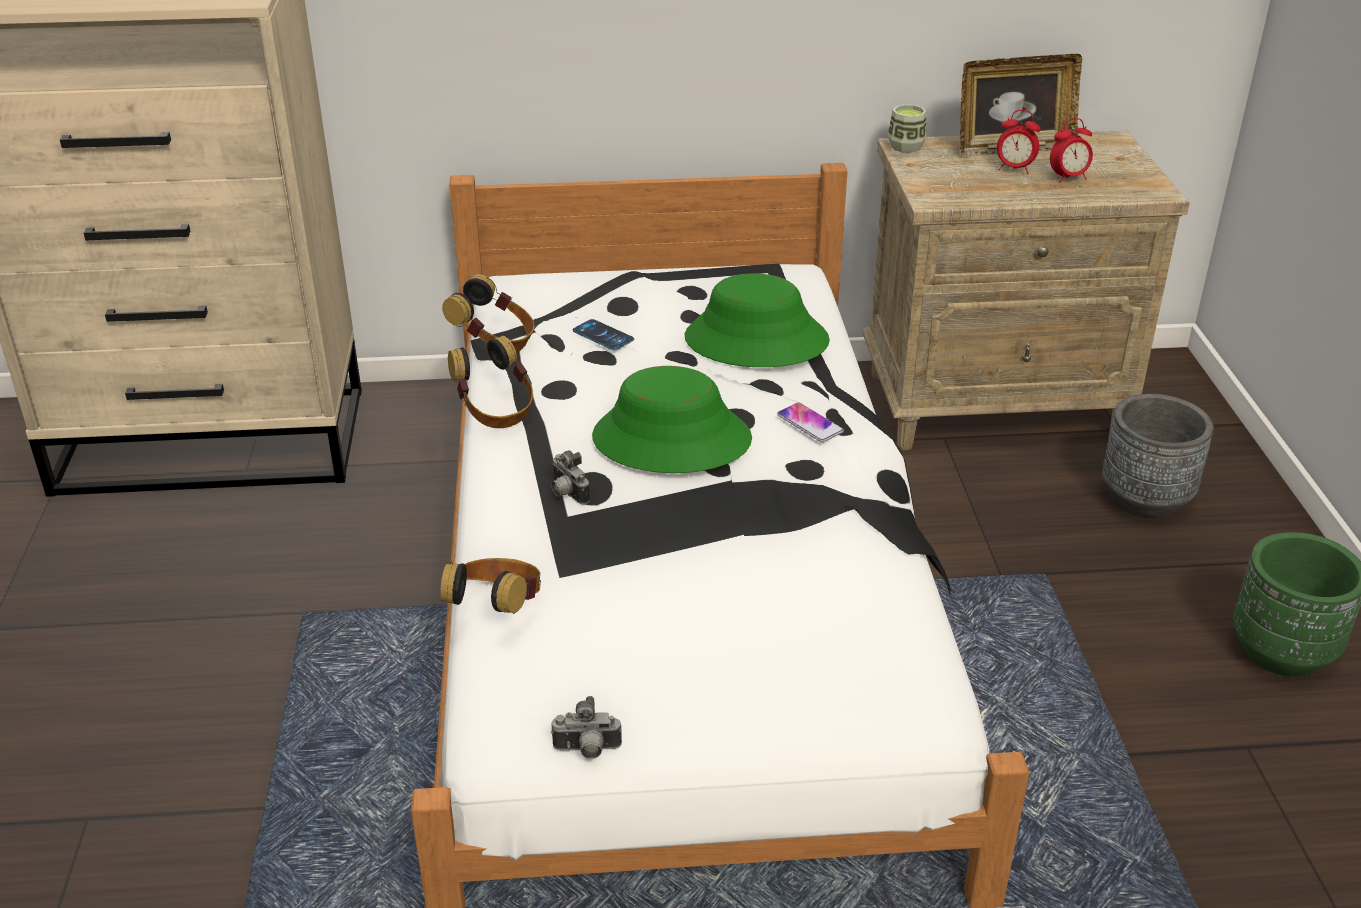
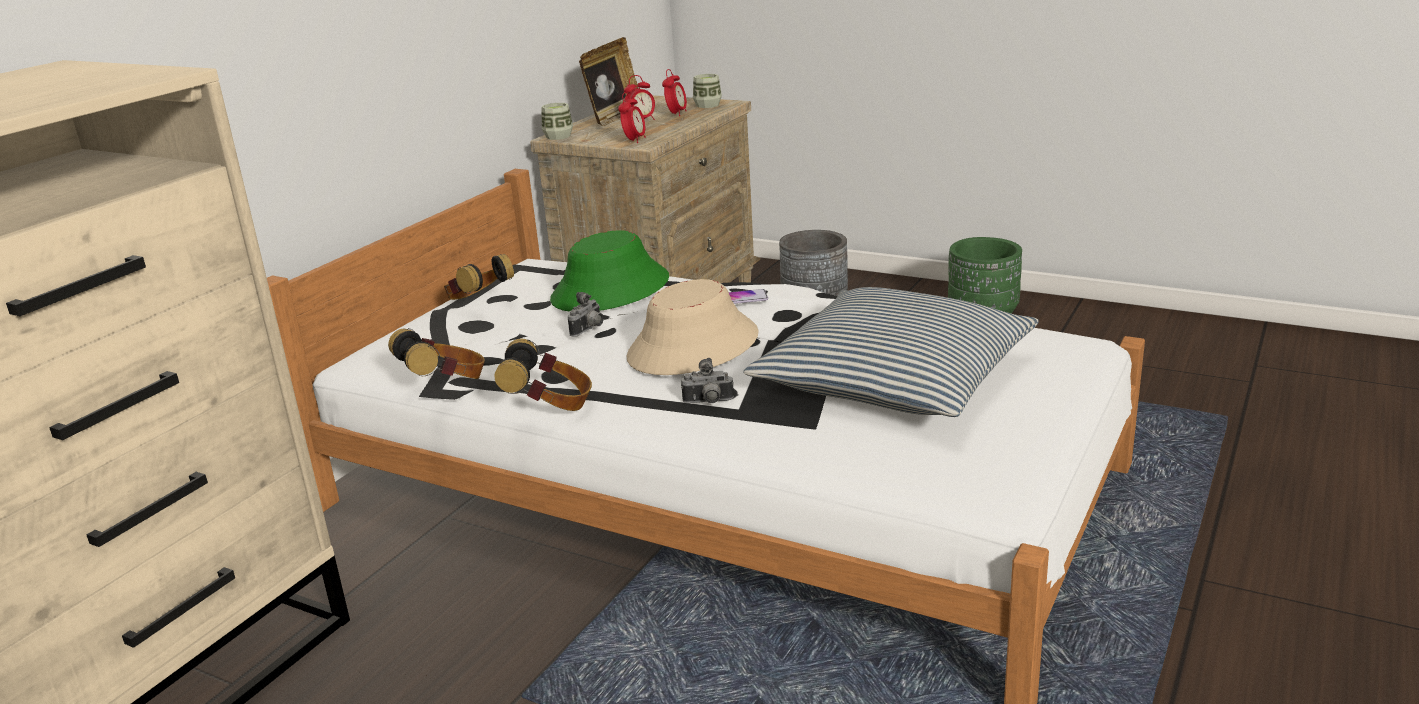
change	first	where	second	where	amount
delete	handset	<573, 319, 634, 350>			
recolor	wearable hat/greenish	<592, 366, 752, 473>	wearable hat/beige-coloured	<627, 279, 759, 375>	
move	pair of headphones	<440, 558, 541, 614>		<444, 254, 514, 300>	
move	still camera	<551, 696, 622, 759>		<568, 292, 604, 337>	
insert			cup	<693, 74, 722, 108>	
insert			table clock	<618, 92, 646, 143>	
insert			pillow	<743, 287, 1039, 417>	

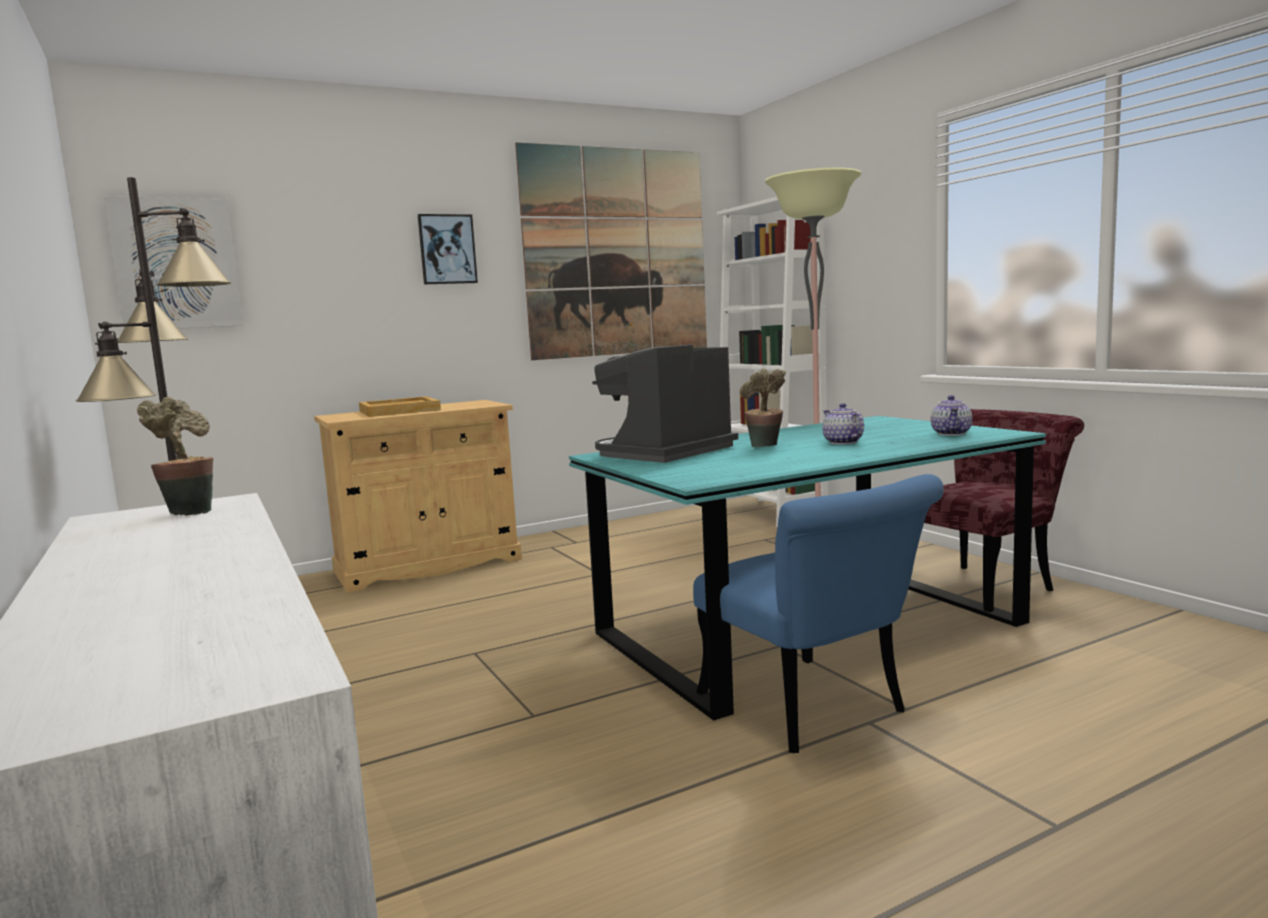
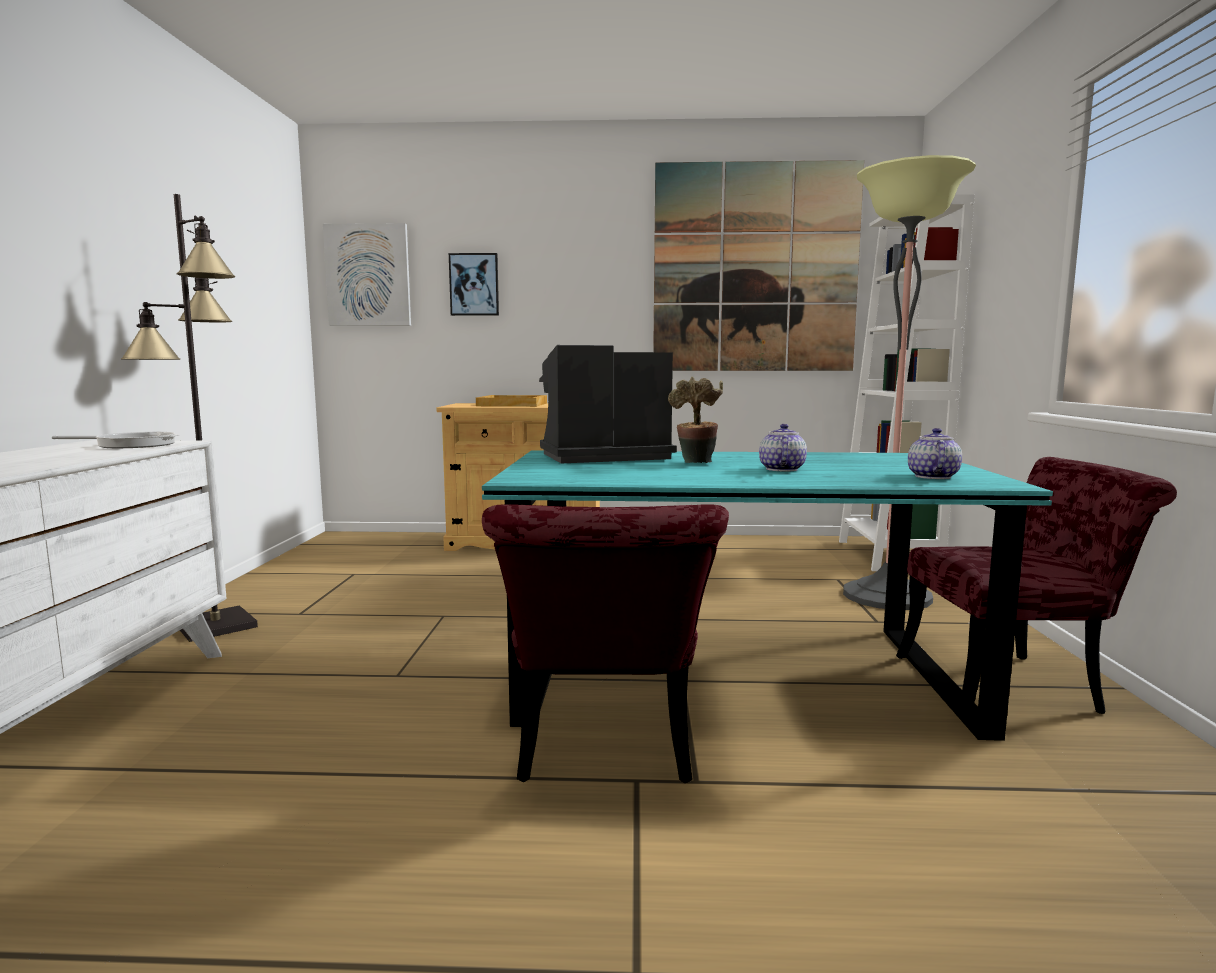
change	first	where	second	where	amount
move	wall picture	<418, 214, 478, 285>		<449, 253, 499, 316>	
rotate	tea pot	<931, 395, 972, 436>		<908, 428, 962, 479>	150 degrees clockwise
replace	potted plant	<137, 397, 213, 516>	frying pan	<52, 431, 179, 448>	
recolor	chair/blue-coloured	<693, 474, 944, 753>	chair/red	<482, 504, 729, 783>	

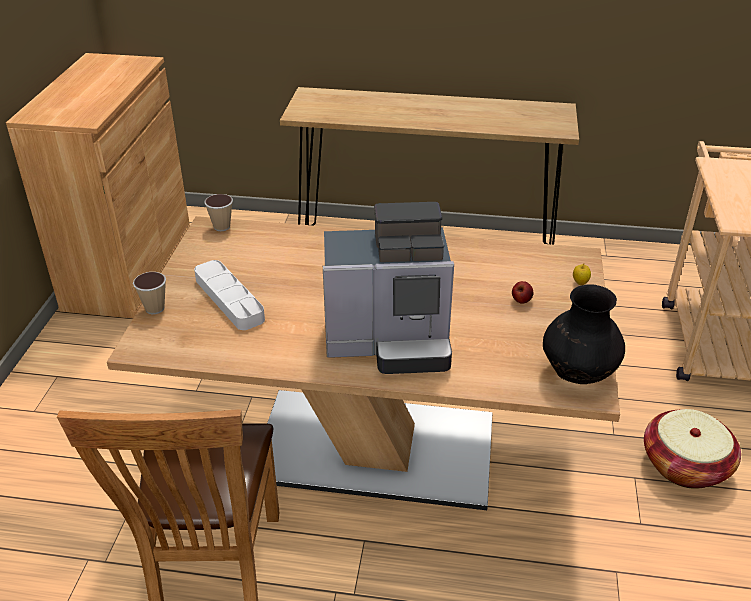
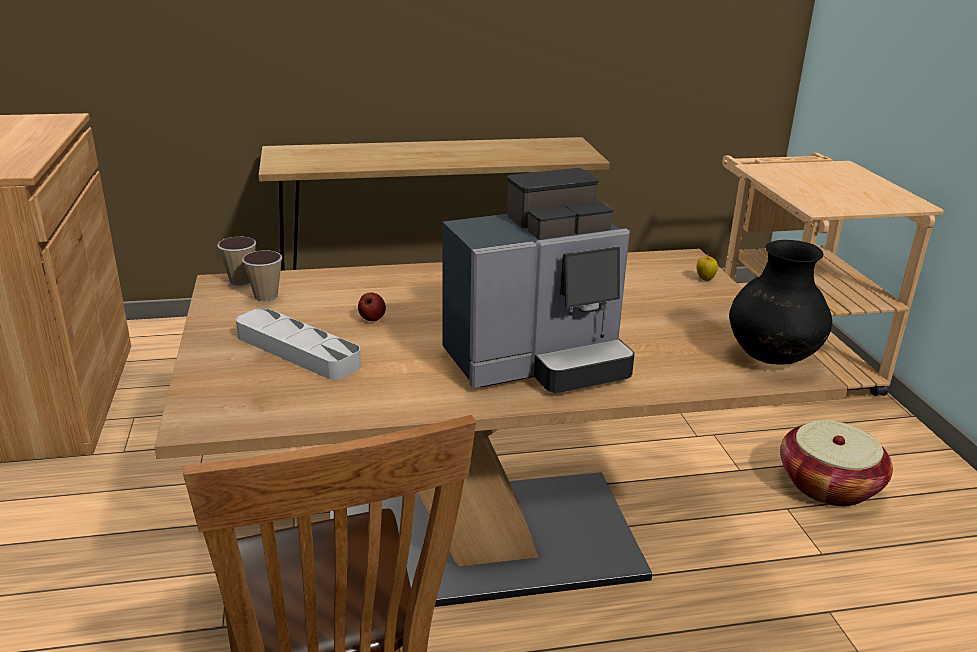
change	first	where	second	where	amount
move	cup	<133, 272, 166, 314>		<242, 250, 282, 301>	
move	whole apple	<512, 281, 534, 304>		<358, 292, 386, 321>	

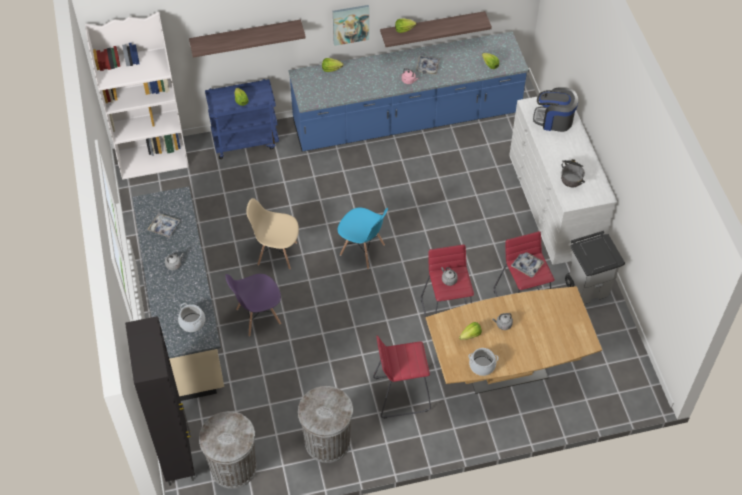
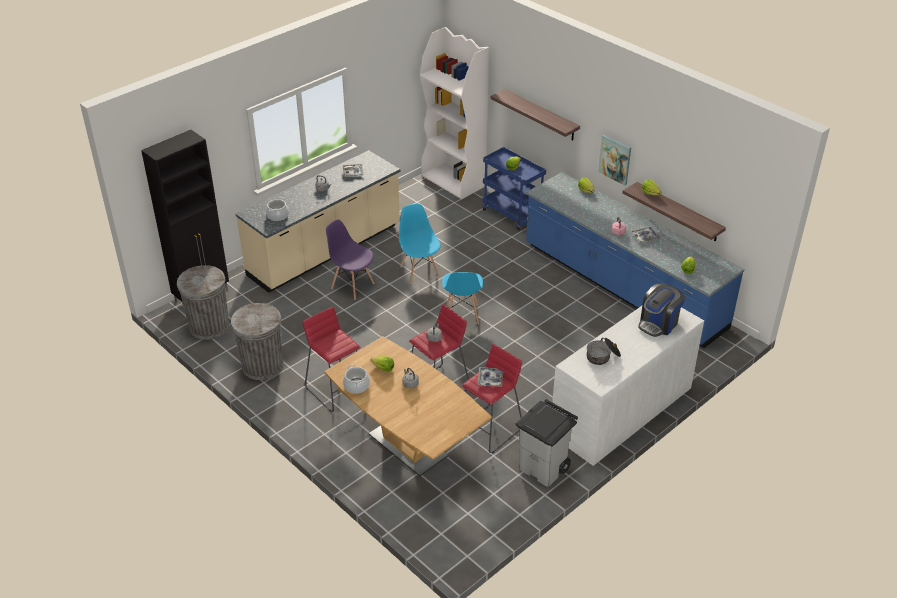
change	first	where	second	where	amount
rotate	coffee brewer	<533, 87, 578, 132>		<638, 283, 685, 337>	120 degrees counterclockwise
recolor	chair/beige-coloured	<246, 198, 299, 270>	chair/blue-coloured	<399, 204, 441, 284>	

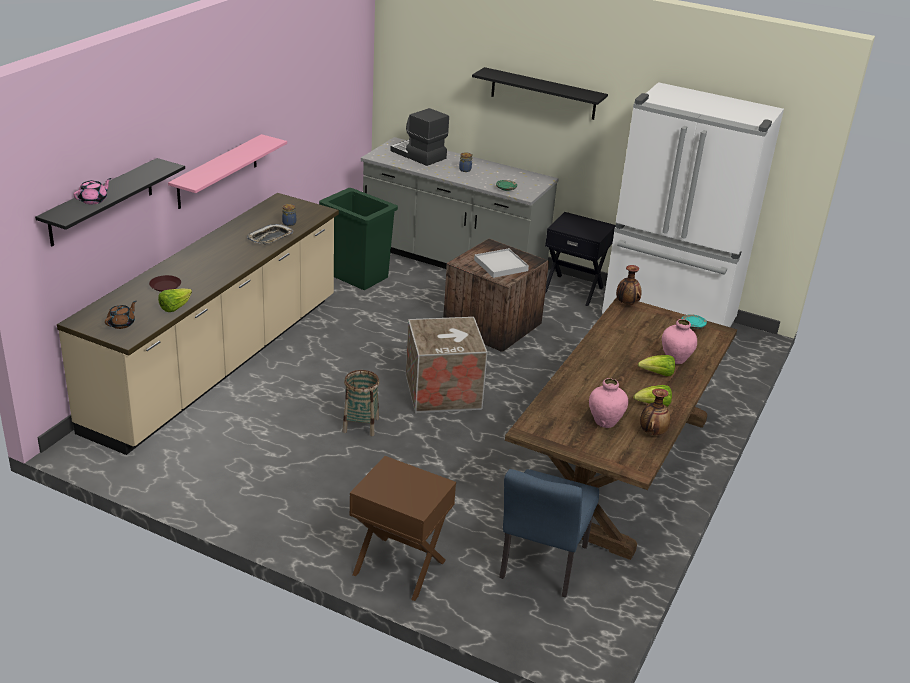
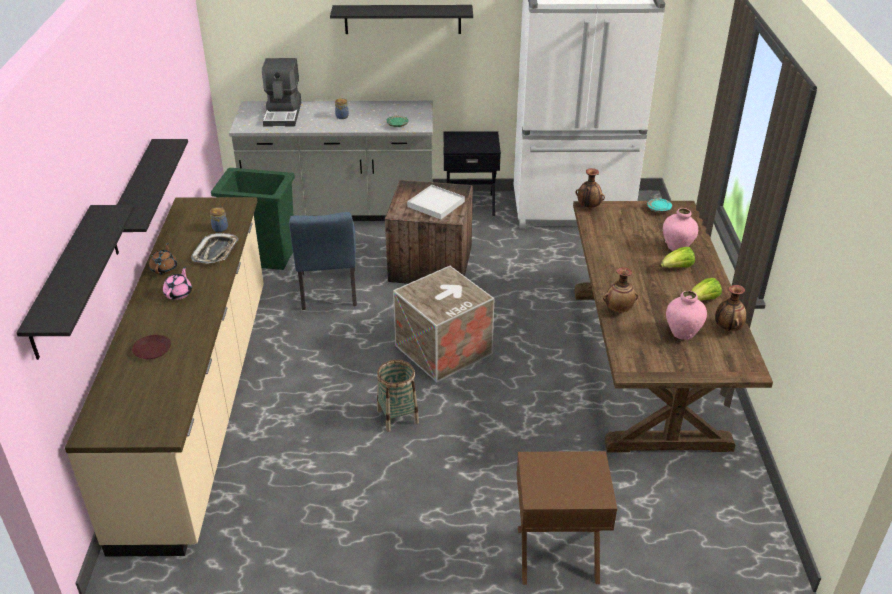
change	first	where	second	where	amount
rotate	coffee brewer	<390, 108, 449, 166>		<262, 58, 301, 126>	105 degrees counterclockwise
recolor	wall shelf/pinkish	<168, 134, 287, 209>	wall shelf/black-coloured	<115, 139, 188, 255>	
move	tea pot/pinkish	<74, 178, 111, 204>		<163, 266, 192, 300>	
delete	lettuce head	<158, 288, 192, 312>			
move	tea pot/brown	<105, 301, 136, 329>		<149, 243, 177, 275>	
move	chair/blue-coloured	<499, 469, 599, 597>		<289, 212, 357, 310>	
insert			flower vase	<603, 267, 638, 312>	

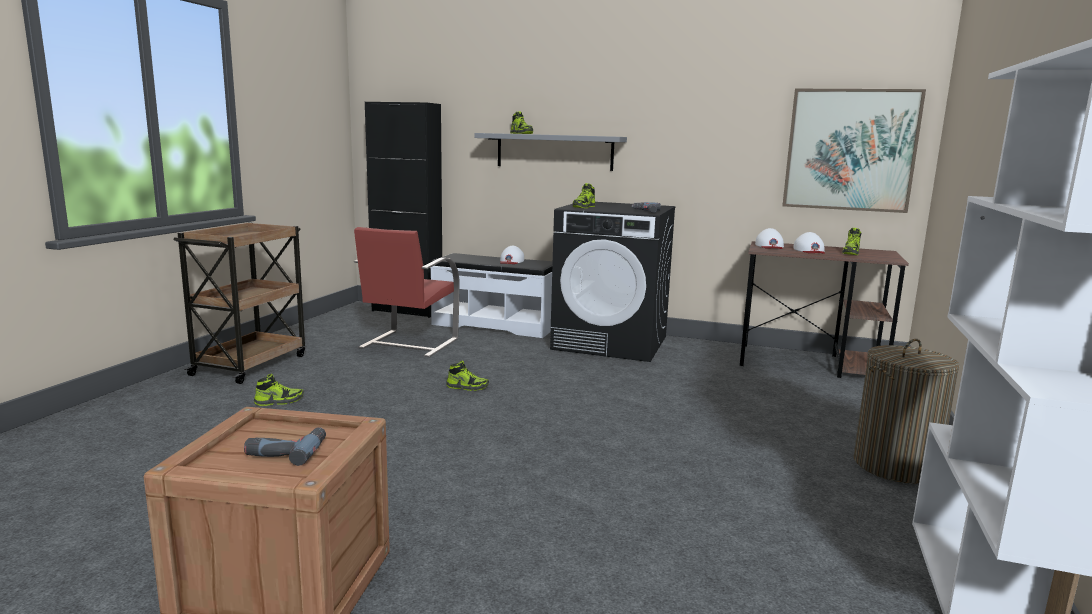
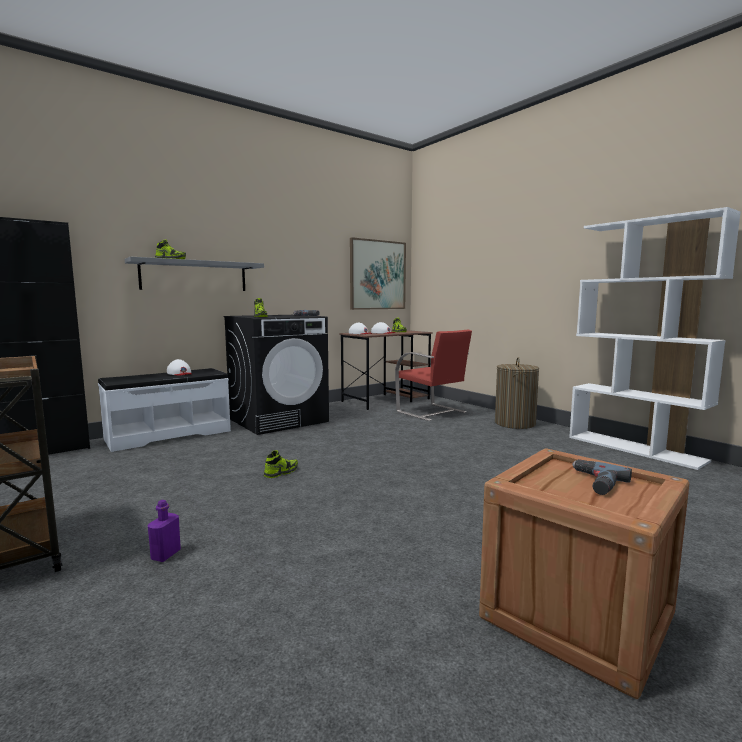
change	first	where	second	where	amount
move	chair/red	<354, 227, 460, 357>		<395, 329, 472, 421>	
replace	item of footwear	<254, 374, 304, 406>	drink bottle/purple	<148, 500, 181, 562>	

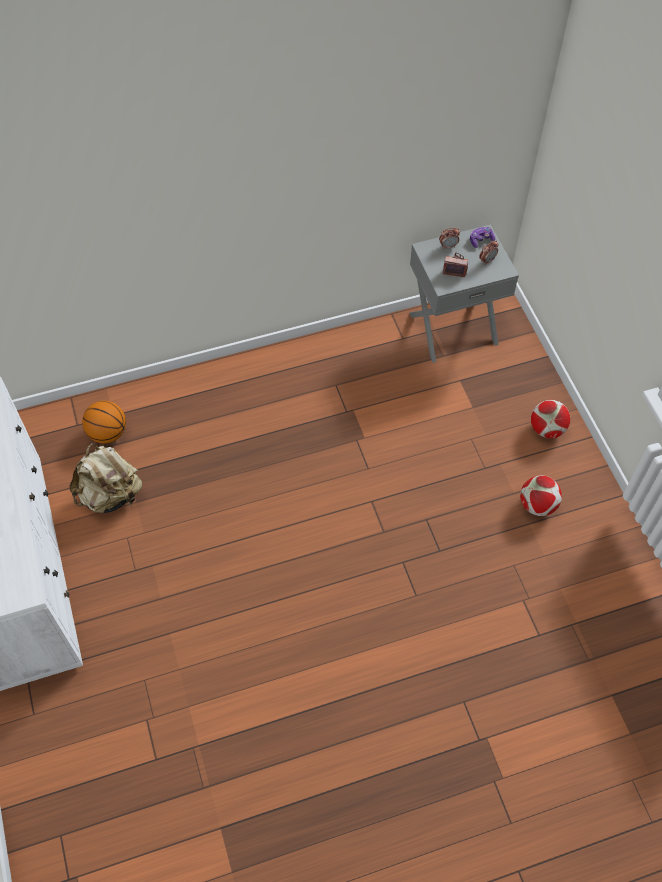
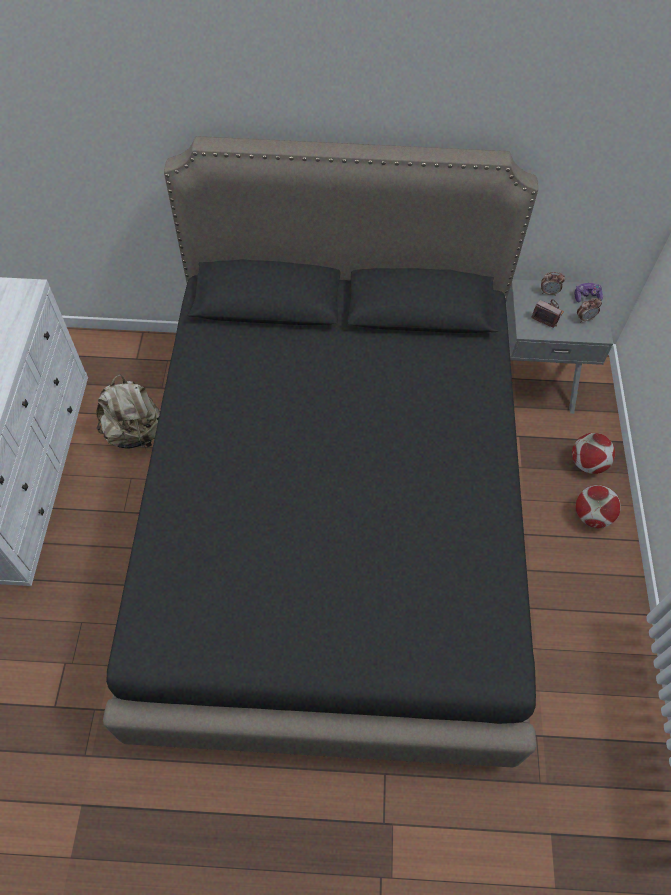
change	first	where	second	where	amount
delete	basketball	<82, 401, 126, 443>			
move	ball for football	<520, 475, 562, 516>		<572, 433, 615, 474>	
insert			bed/black-coloured	<103, 136, 538, 767>	

